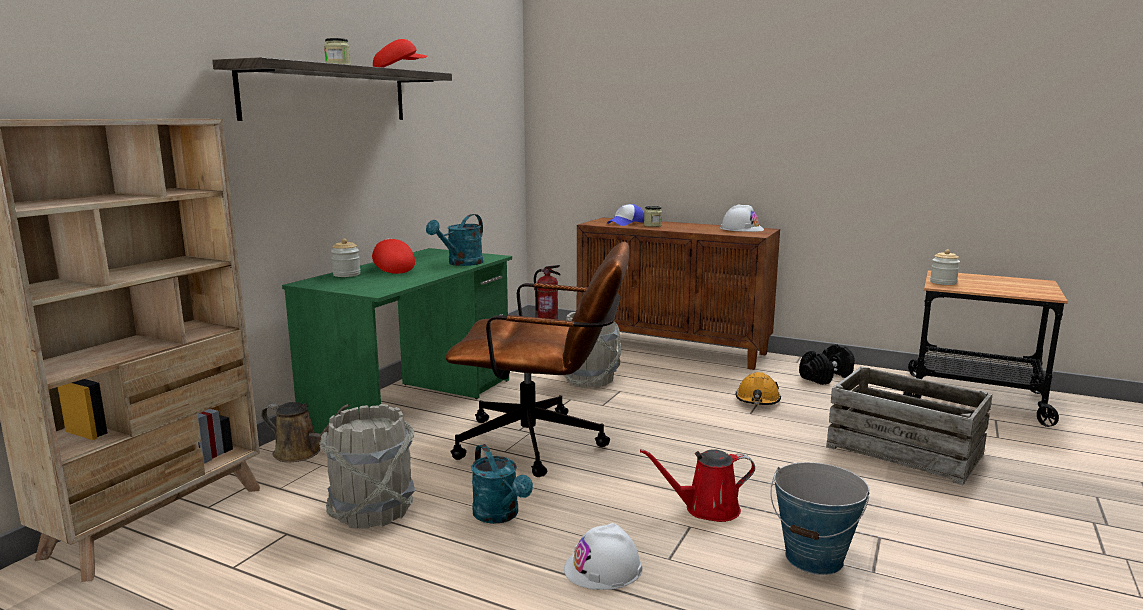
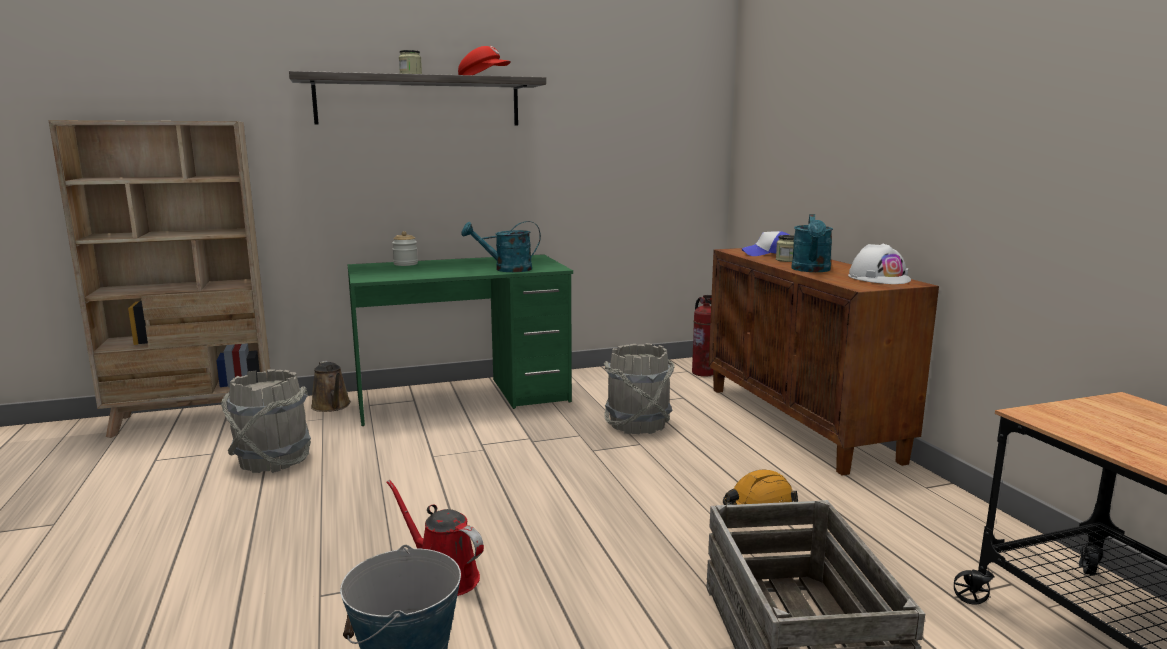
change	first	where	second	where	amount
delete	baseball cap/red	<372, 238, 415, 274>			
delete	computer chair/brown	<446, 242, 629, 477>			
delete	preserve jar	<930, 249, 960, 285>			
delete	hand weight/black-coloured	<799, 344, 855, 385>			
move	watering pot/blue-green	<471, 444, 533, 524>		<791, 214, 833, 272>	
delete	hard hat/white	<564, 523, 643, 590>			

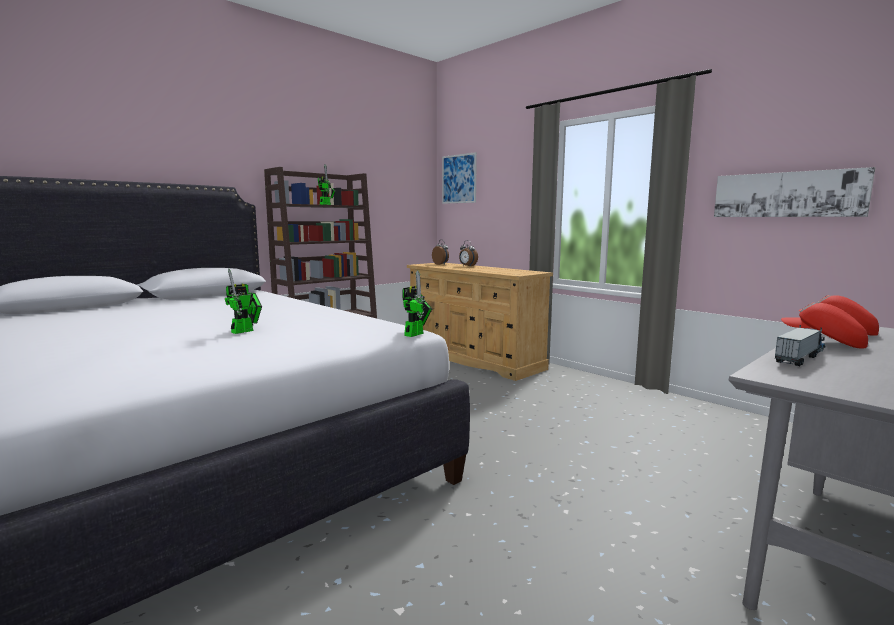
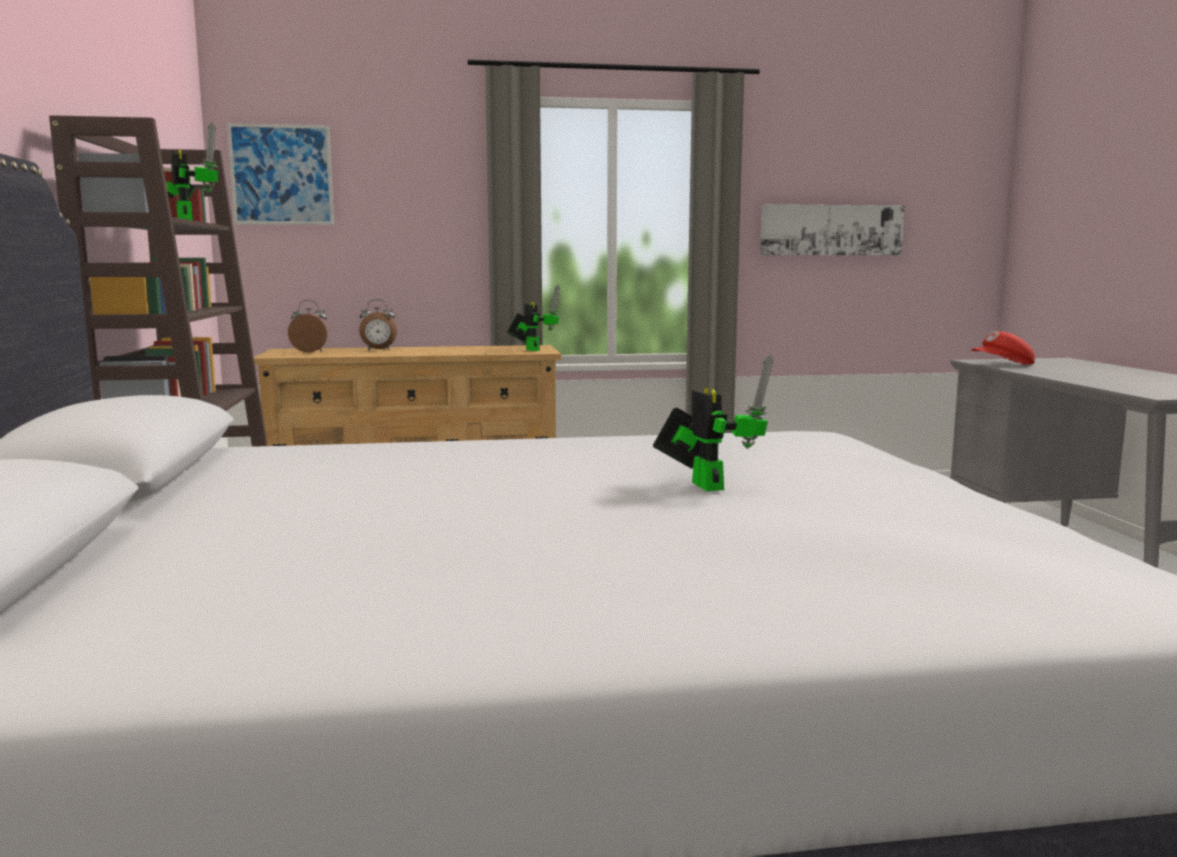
change	first	where	second	where	amount
move	robot figure	<402, 270, 432, 337>		<507, 285, 560, 351>	
delete	baseball cap/red	<781, 302, 868, 348>			
delete	model truck	<775, 325, 825, 366>			

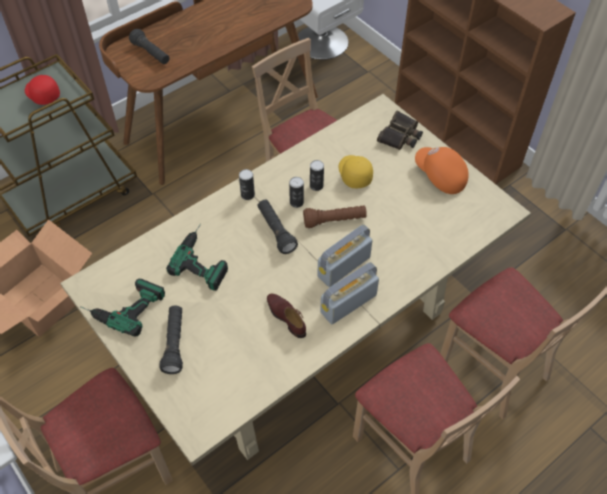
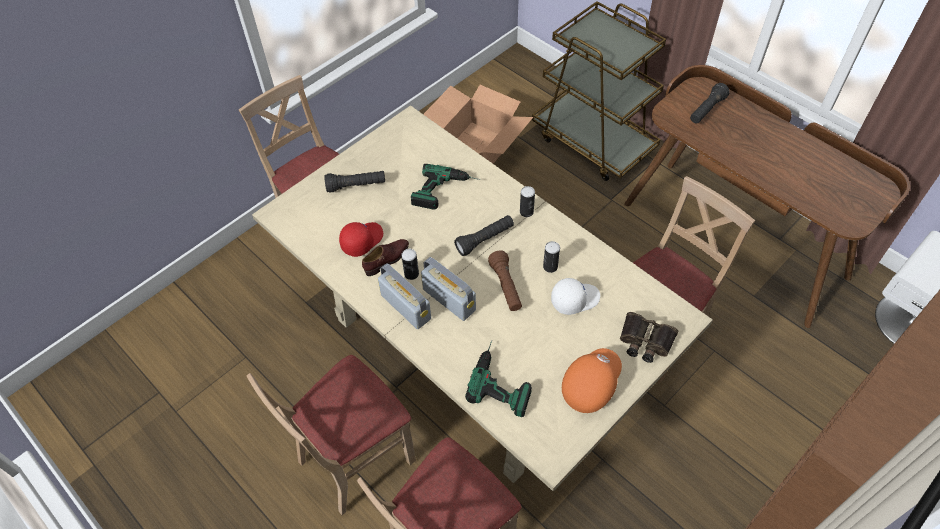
change	first	where	second	where	amount
move	baseball cap/red	<25, 75, 60, 105>		<339, 222, 383, 257>	
recolor	baseball cap/yellow-coloured	<339, 155, 373, 188>	baseball cap/white	<551, 278, 600, 315>	
move	sealed can	<289, 177, 304, 208>		<401, 249, 419, 280>	
move	electric drill	<80, 279, 165, 337>		<465, 340, 532, 417>	

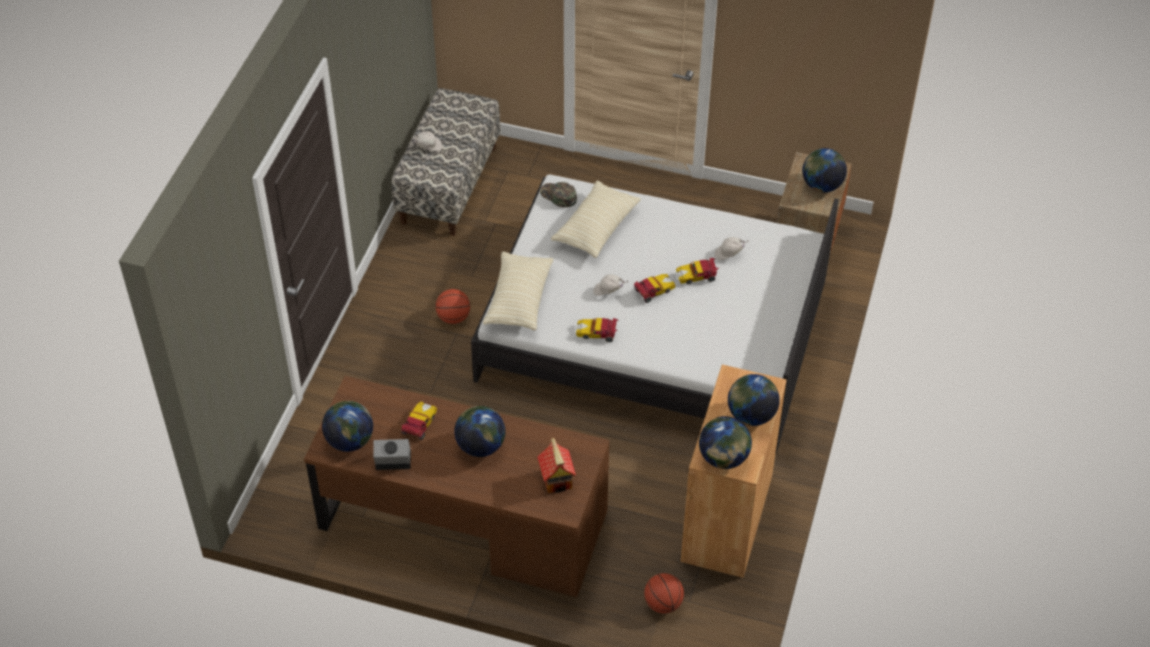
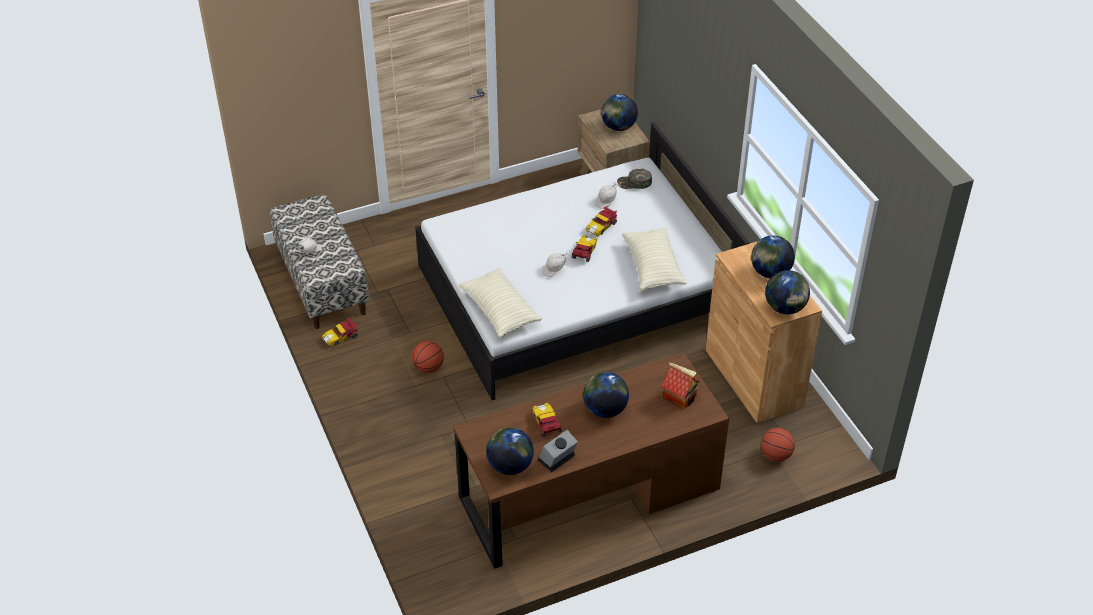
change	first	where	second	where	amount
move	pillow/beige-coloured	<551, 181, 641, 258>		<622, 227, 687, 291>	
move	baseball cap/greenish	<540, 182, 577, 207>		<617, 169, 652, 189>	
move	model car	<576, 318, 619, 342>		<322, 318, 358, 346>	

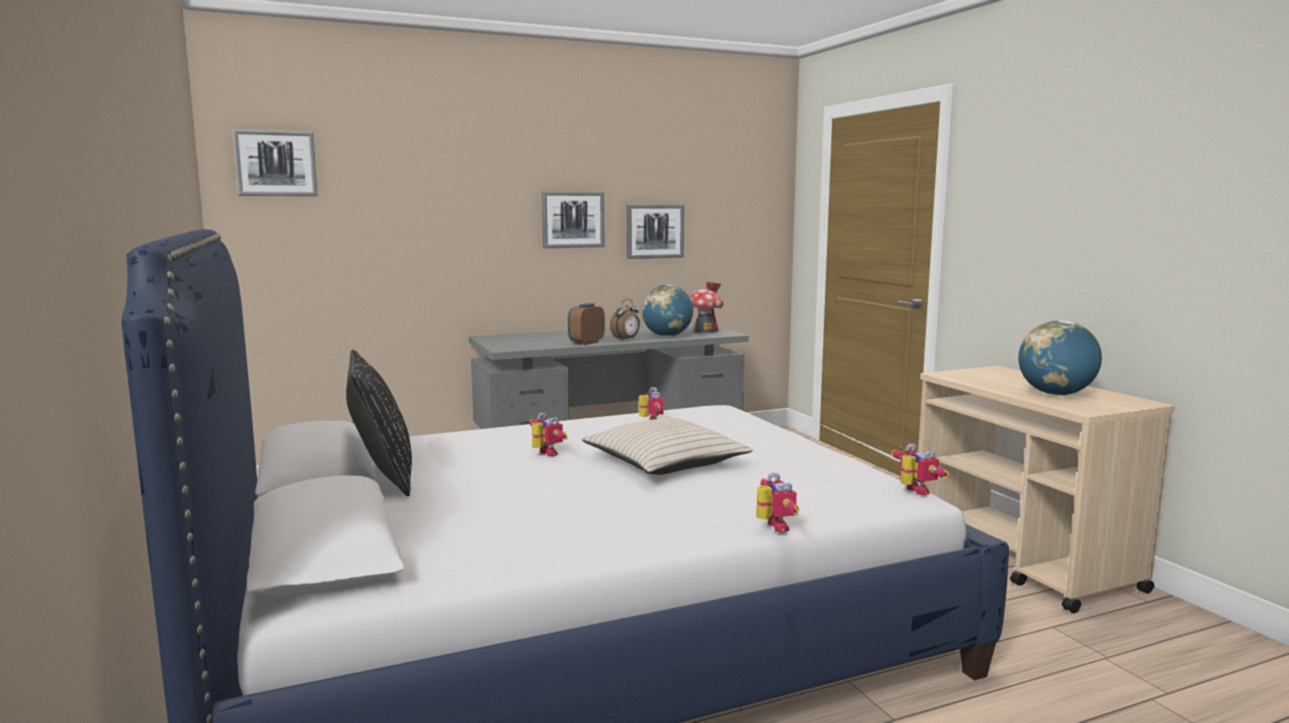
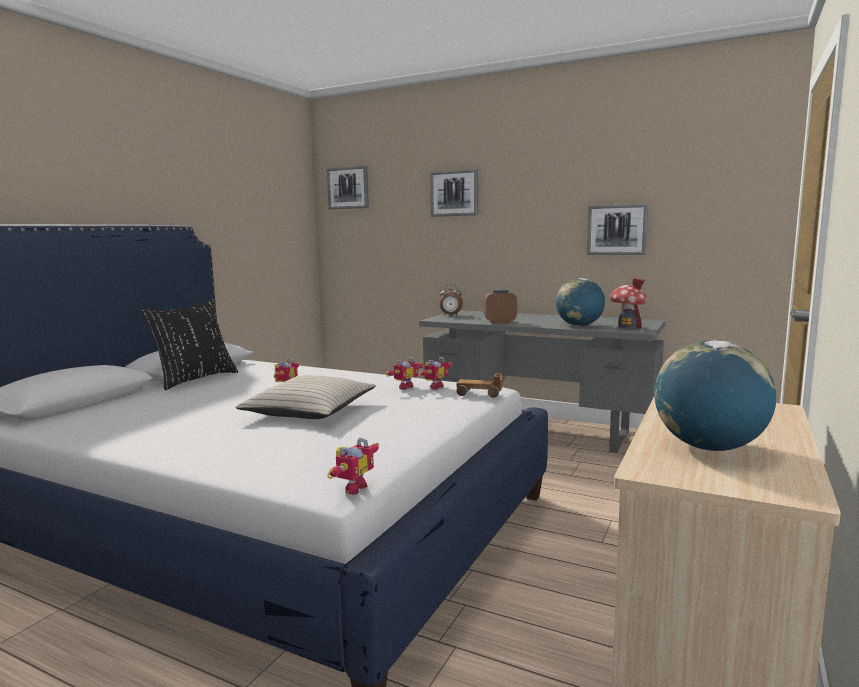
change	first	where	second	where	amount
move	wall picture	<542, 191, 604, 248>		<430, 169, 478, 217>	
move	table clock	<610, 299, 640, 341>		<439, 284, 463, 315>	
move	robot figure	<756, 472, 799, 532>		<420, 357, 453, 390>	
insert			model car	<456, 373, 504, 398>	

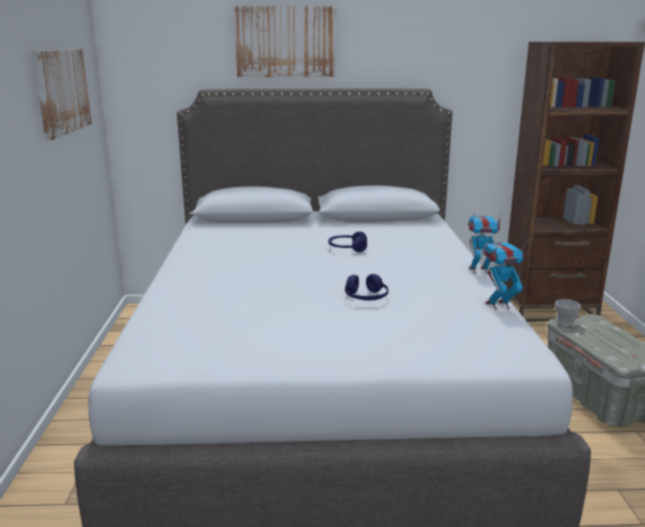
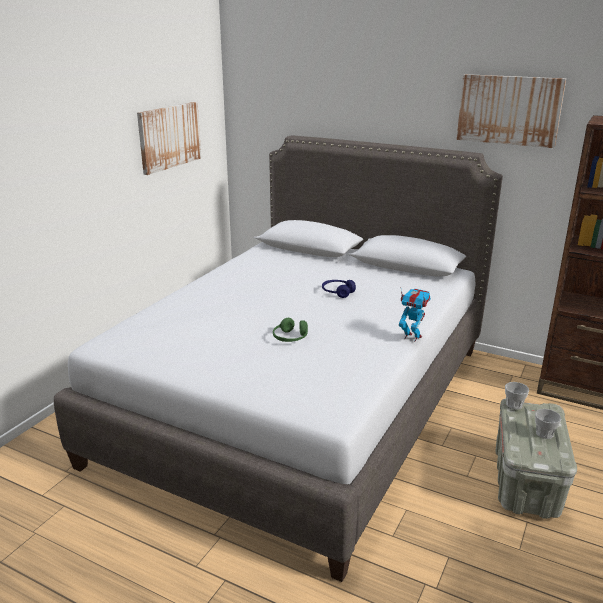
change	first	where	second	where	amount
move	wall picture	<234, 6, 336, 77>		<457, 74, 566, 148>	
delete	robot figure	<482, 240, 528, 310>			
recolor	pair of headphones/blue-coloured	<345, 274, 389, 301>	pair of headphones/greenish	<273, 318, 308, 342>	
insert			cup	<535, 409, 561, 439>	

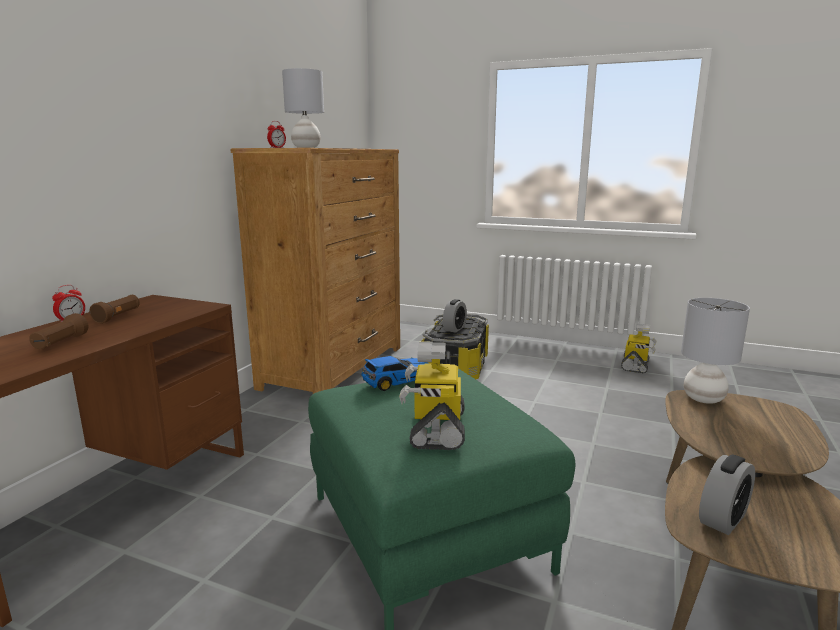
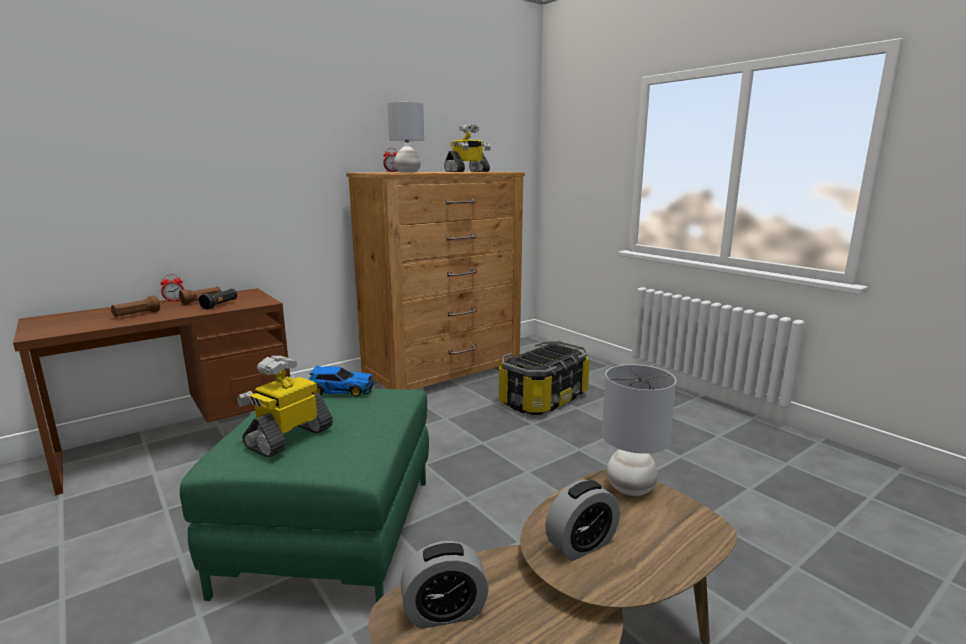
change	first	where	second	where	amount
move	table clock	<443, 299, 467, 333>		<545, 480, 620, 561>	
move	robot figure	<621, 324, 656, 373>		<444, 124, 491, 172>	
insert			flashlight/black-coloured	<198, 289, 237, 310>	

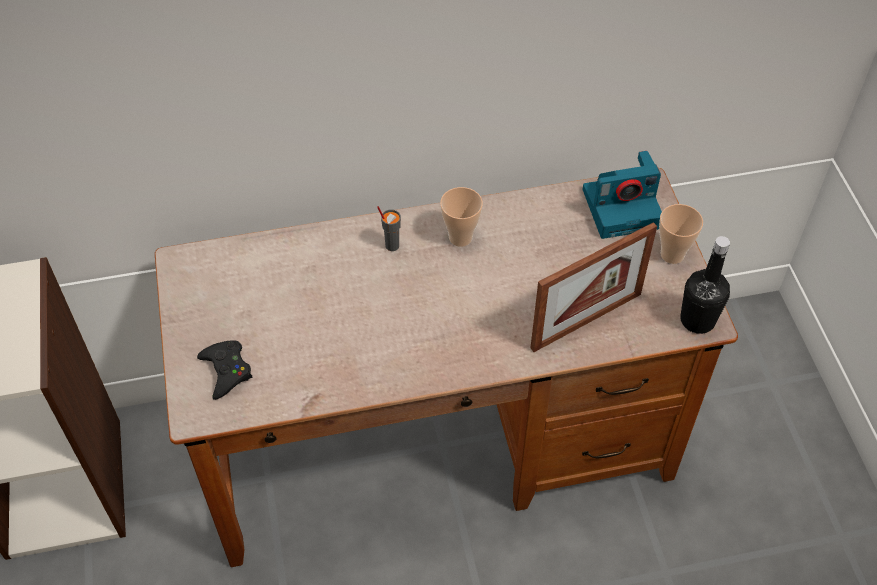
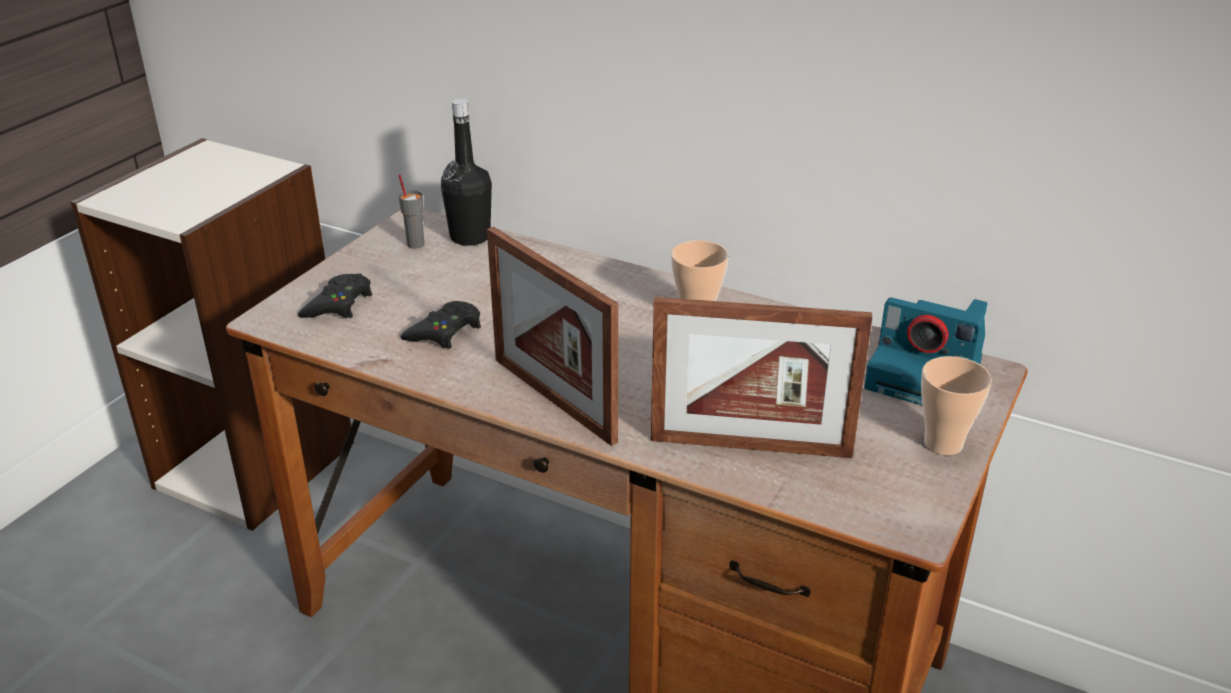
change	first	where	second	where	amount
move	cup/greyish	<377, 206, 401, 251>		<399, 174, 424, 249>	
move	drink bottle/black-coloured	<680, 236, 730, 334>		<441, 99, 492, 246>	
insert			picture frame	<487, 227, 618, 446>	
insert			joypad/black-coloured	<400, 301, 481, 349>	

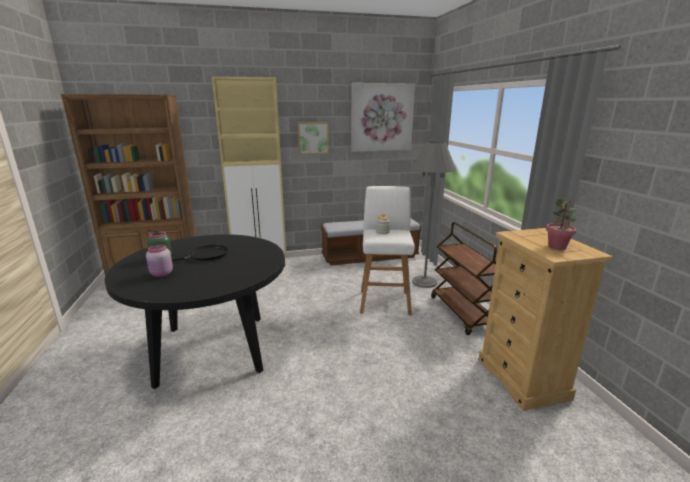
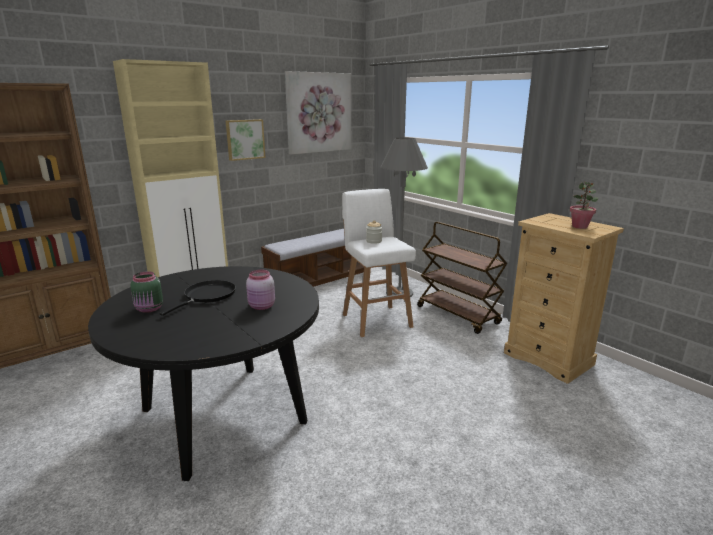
change	first	where	second	where	amount
move	preserve jar/pinkish	<146, 244, 173, 277>		<246, 270, 275, 310>	

